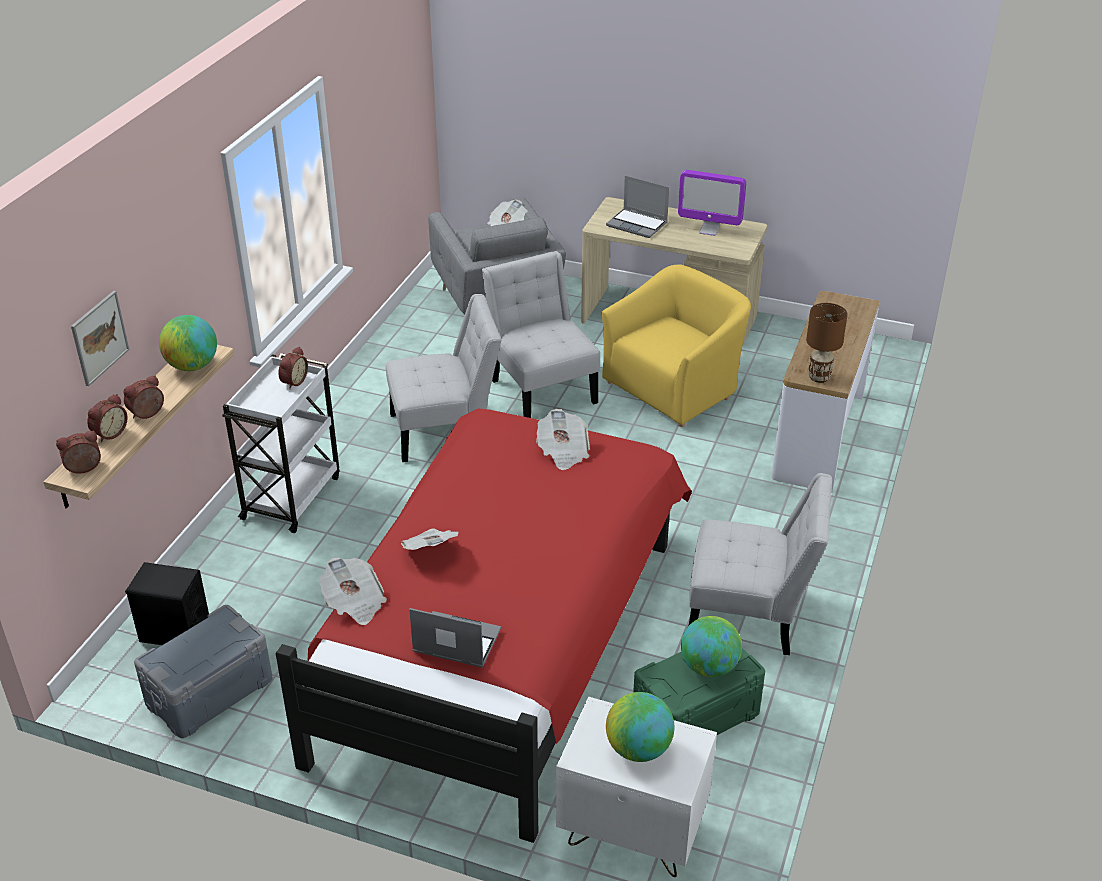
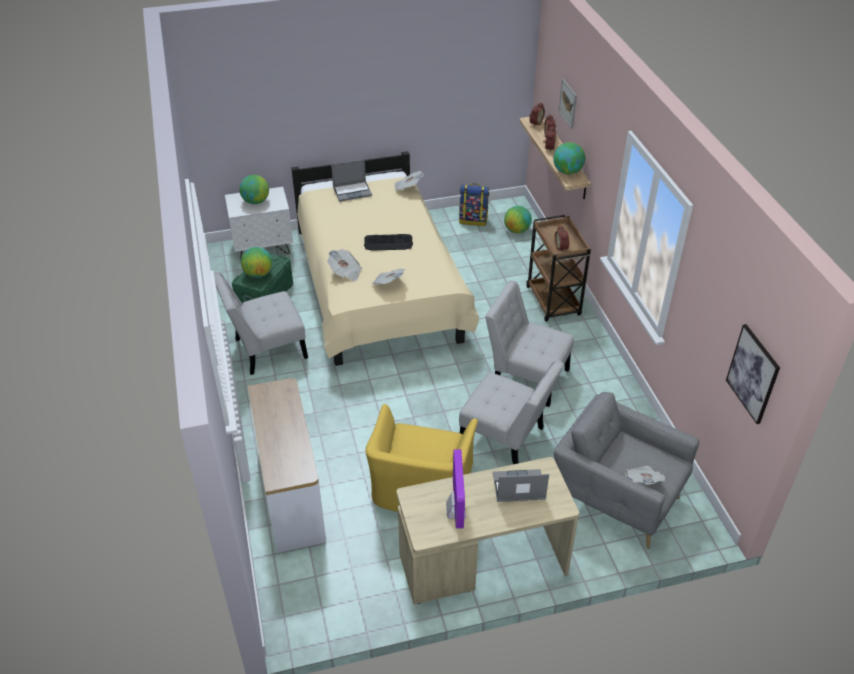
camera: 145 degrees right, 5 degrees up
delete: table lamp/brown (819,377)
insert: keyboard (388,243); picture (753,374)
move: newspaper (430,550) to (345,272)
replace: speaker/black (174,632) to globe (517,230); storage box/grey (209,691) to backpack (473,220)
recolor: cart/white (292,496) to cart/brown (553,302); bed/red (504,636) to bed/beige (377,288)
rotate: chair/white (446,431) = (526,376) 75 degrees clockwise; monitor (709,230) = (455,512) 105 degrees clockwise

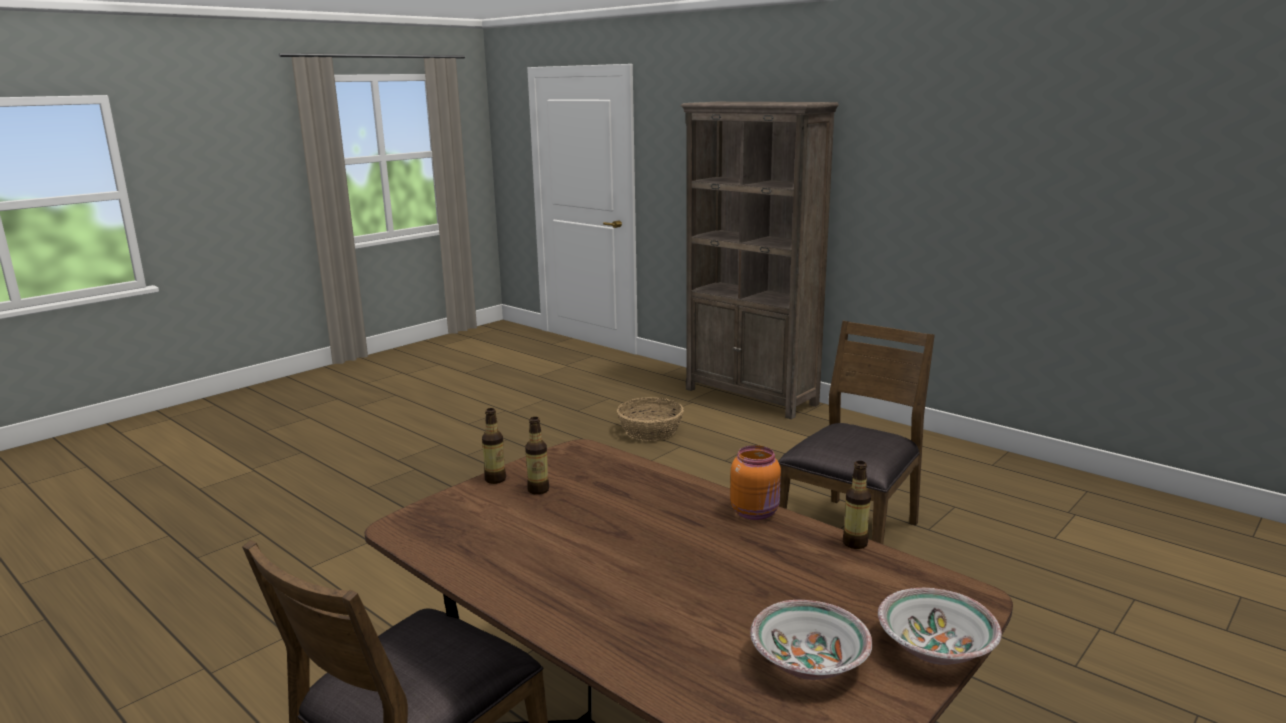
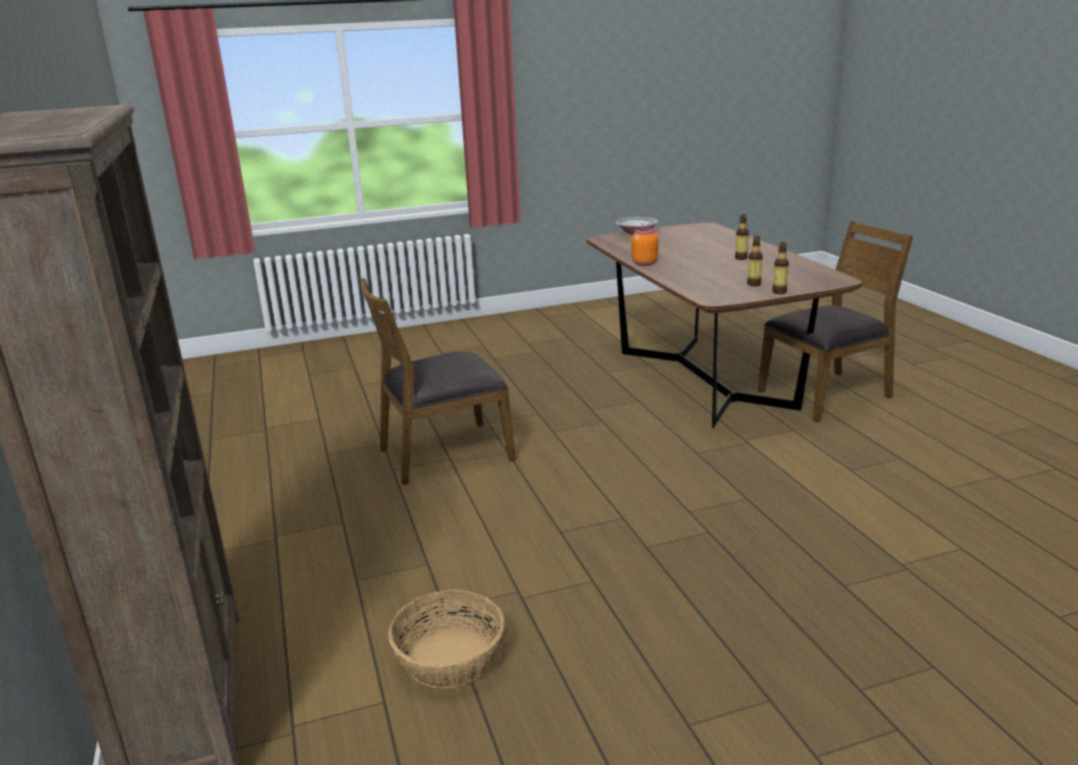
camera: 150 degrees left, 5 degrees up
delete: bowl (808,662)
move: bottle (855,543) to (741,258)

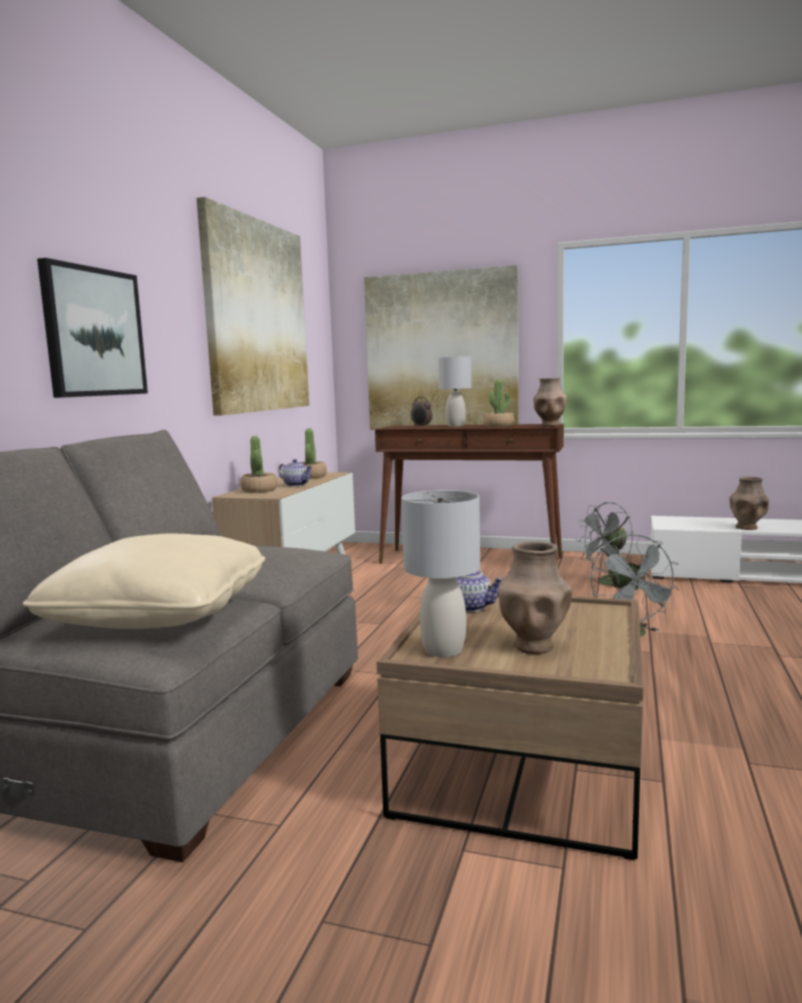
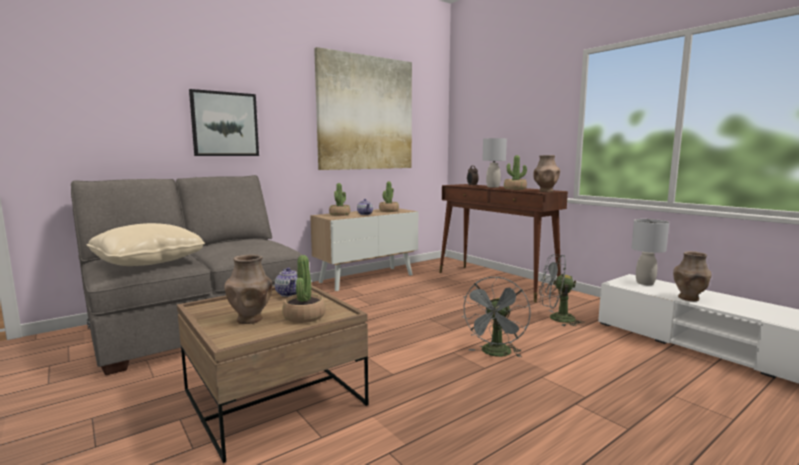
camera: 35 degrees right, 0 degrees up
delete: picture (441,352)
insert: potted plant (304,316)
move: table lamp/grey (443,650) to (644,283)

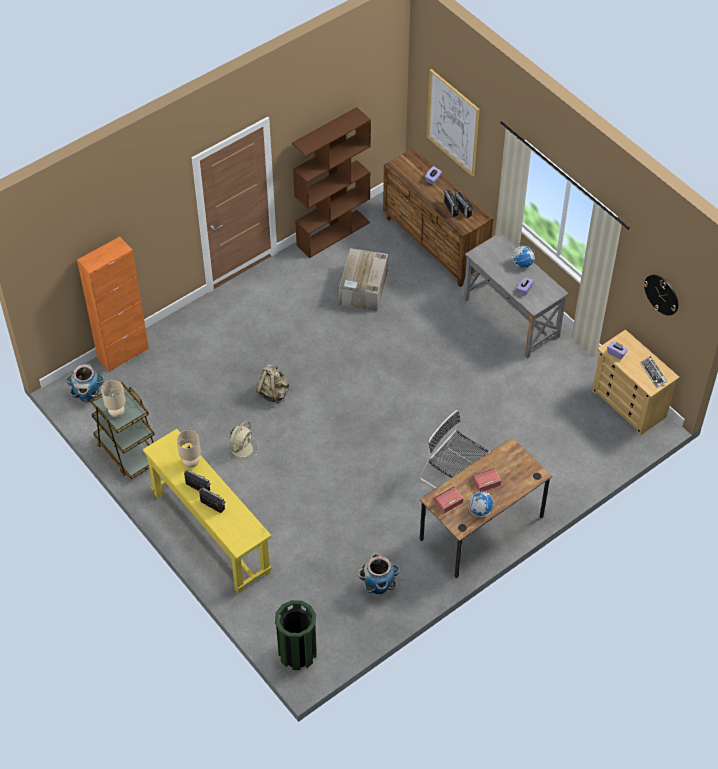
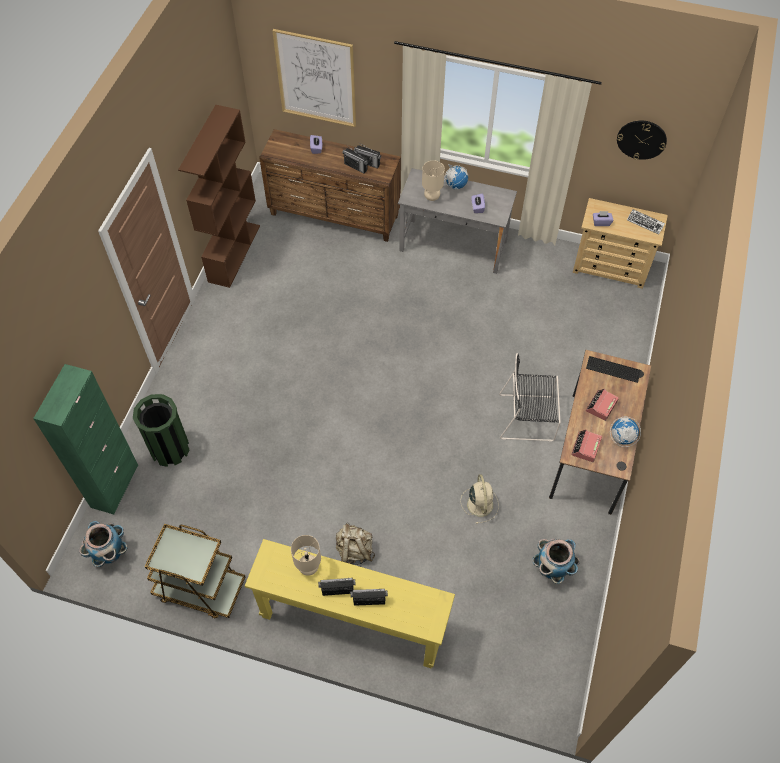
camera: 35 degrees left, 5 degrees up
delete: cardboard box (363,288)
insert: keyboard (613,370)
move: table lamp/beige (116,412) to (431,197); fan/beige (242,448) to (479,503); backpack/beige (273,393) to (354,551); trash can/green (297,653) to (170,449)
recolor: cabinet/orange (123,353) to cabinet/green (115,486)

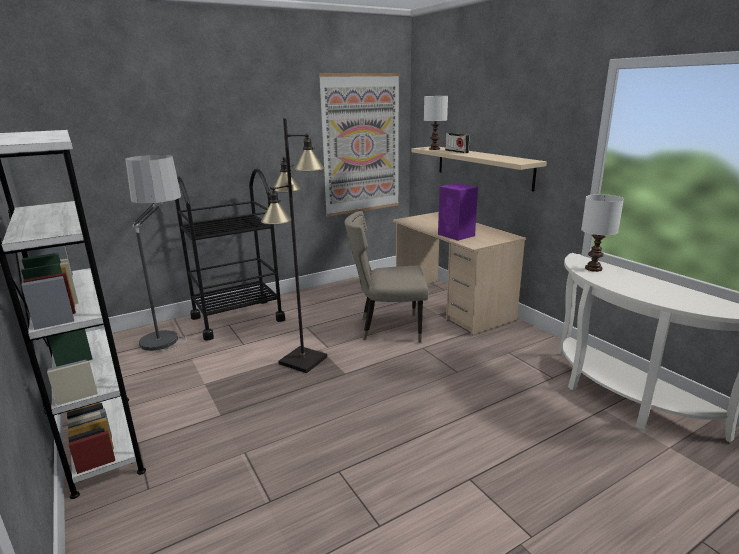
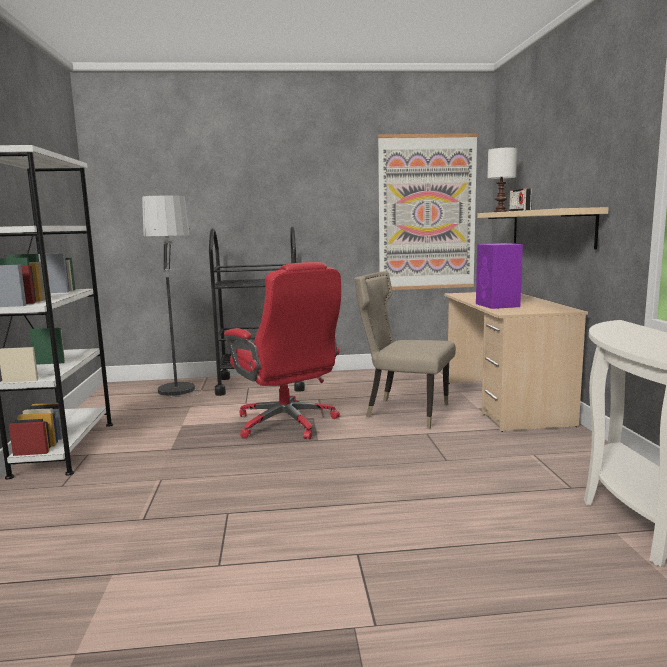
camera: 25 degrees right, 10 degrees down
delete: table lamp/white (592,268)
replace: floor lamp/black (303,361) to office chair/red (287,423)

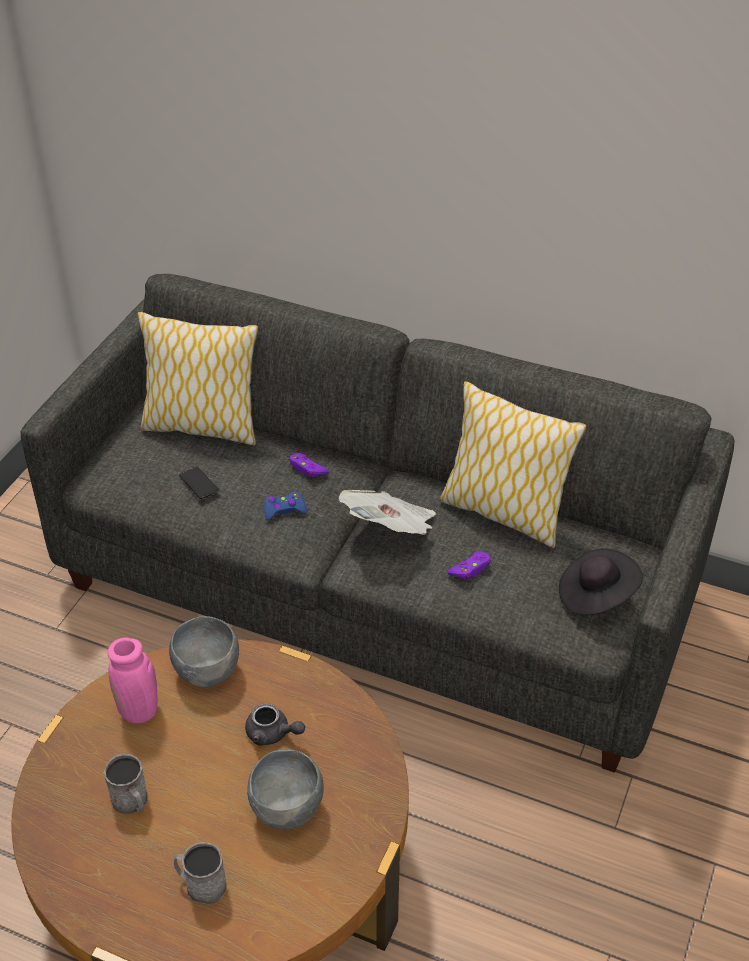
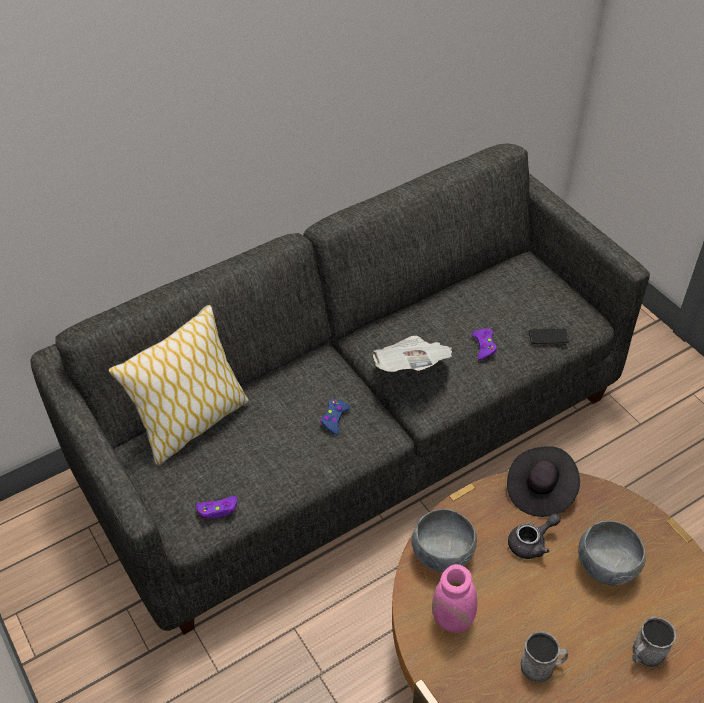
camera: 55 degrees left, 5 degrees up
delete: pillow (503,512)
move: phone (199,483) to (548,337); game controller/purple (307,469) to (218,510); hat/black (596,595) to (540,490)

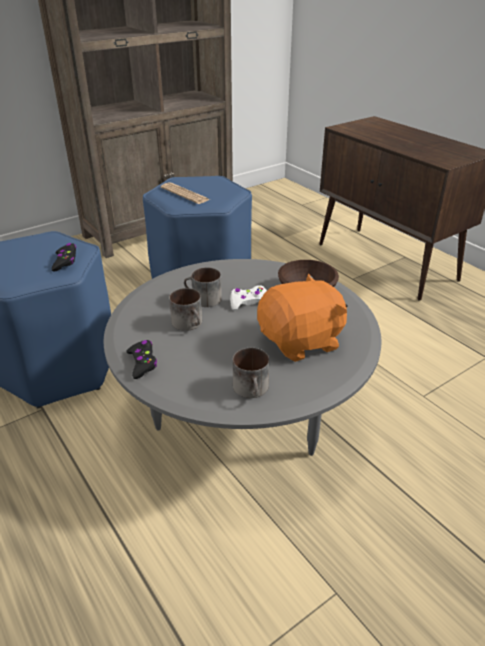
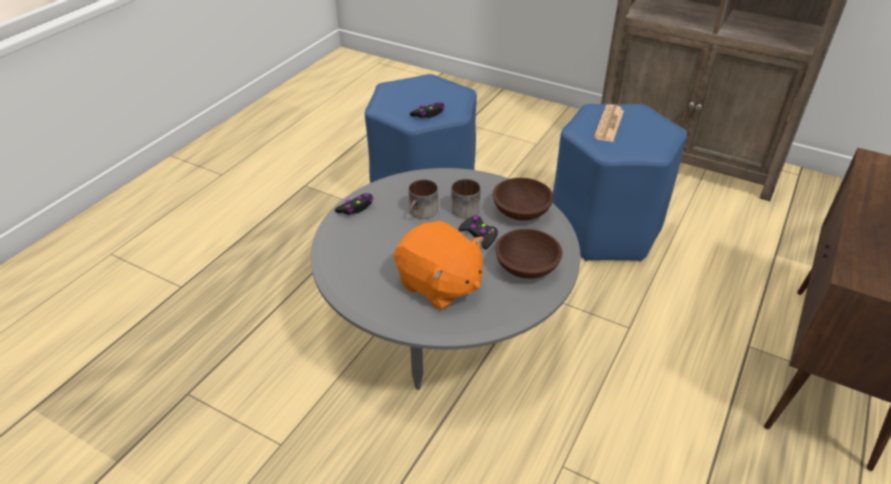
camera: 65 degrees right, 5 degrees up
delete: mug (253,389)
insert: bowl/brown (522,211)
recolor: game controller/white (249,302) to game controller/black (479,235)

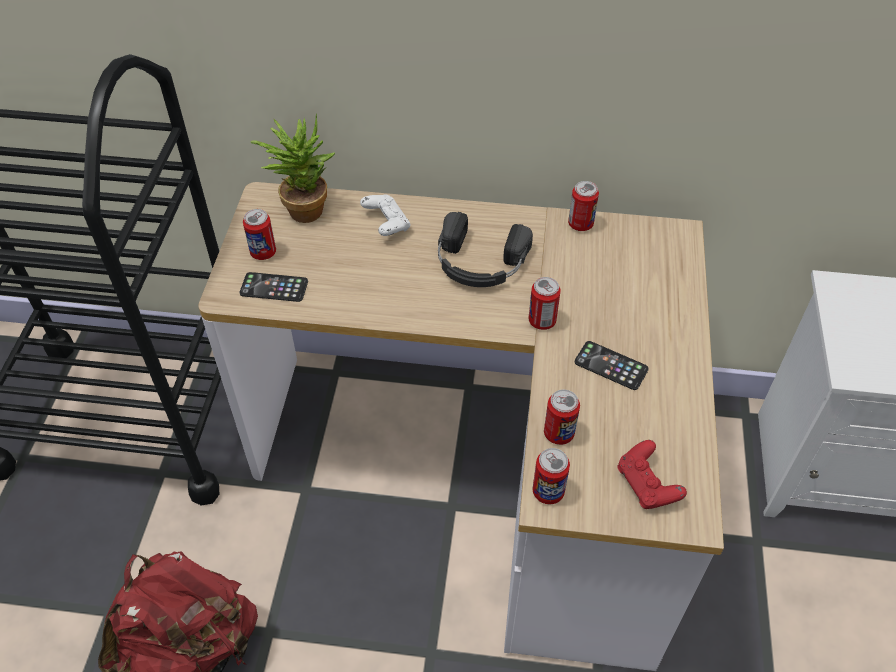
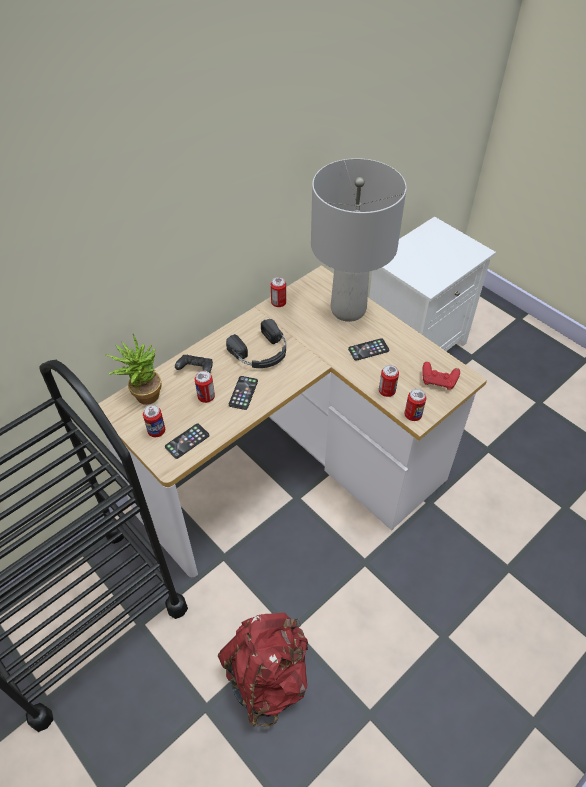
camera: 50 degrees left, 0 degrees up
insert: phone (243,393); table lamp/grey (348,310)
move: can (542,321) to (206,397)
recolor: game controller/white (386,224) to game controller/black (196,370)

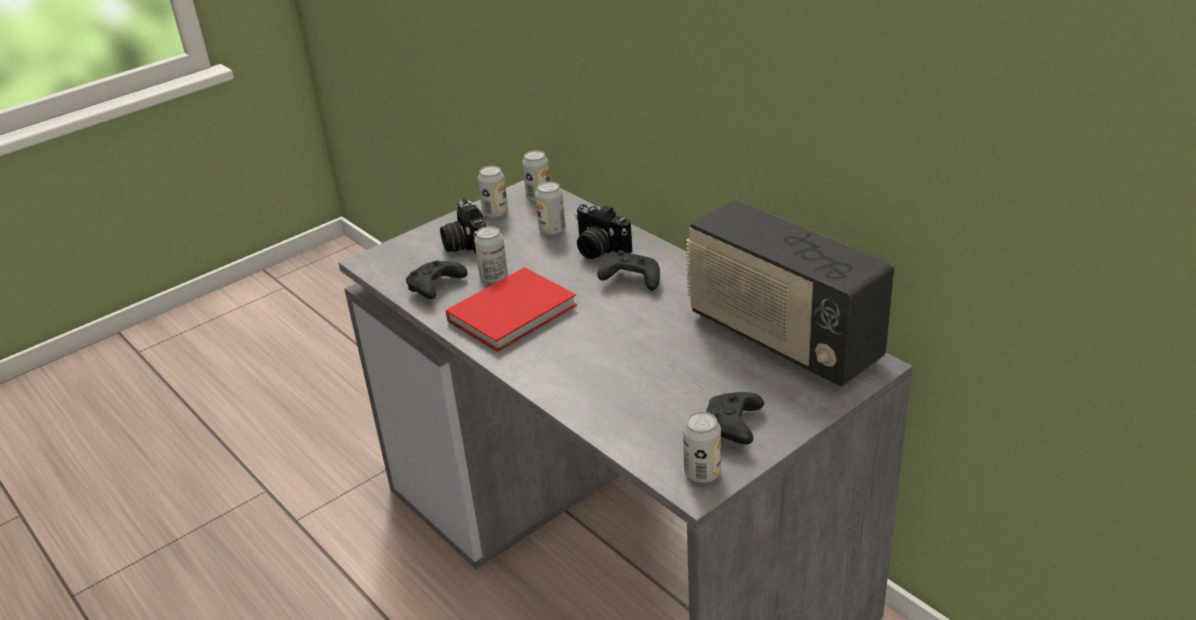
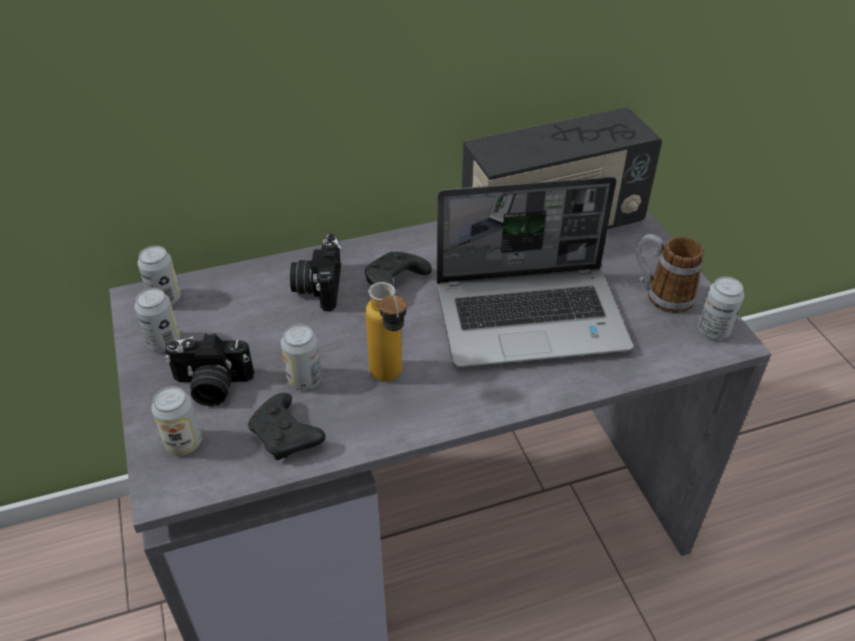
camera: 70 degrees left, 10 degrees up
insert: laptop (532,317)
move: can (552,230) to (183,443)
replace: book/red (516,312) to bottle (390,380); game controller/black (733,428) to mug (660,294)
rotate: photo camera (598,249) = (318,286) 120 degrees clockwise

